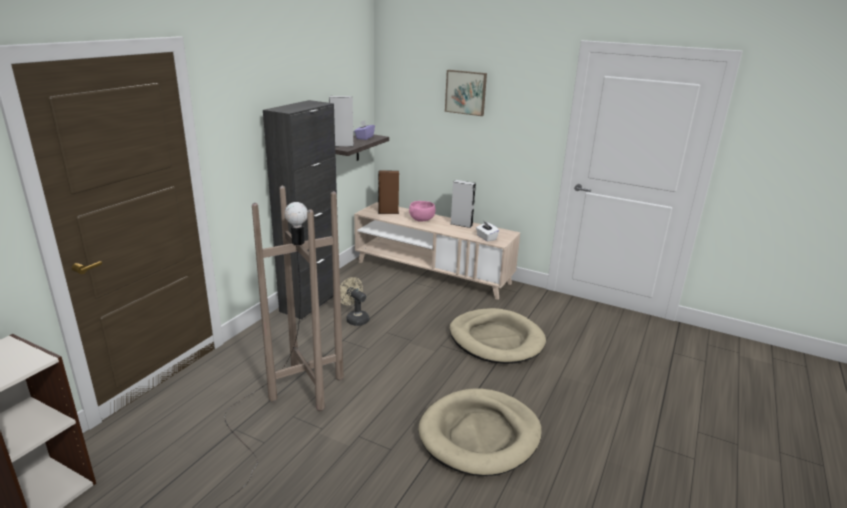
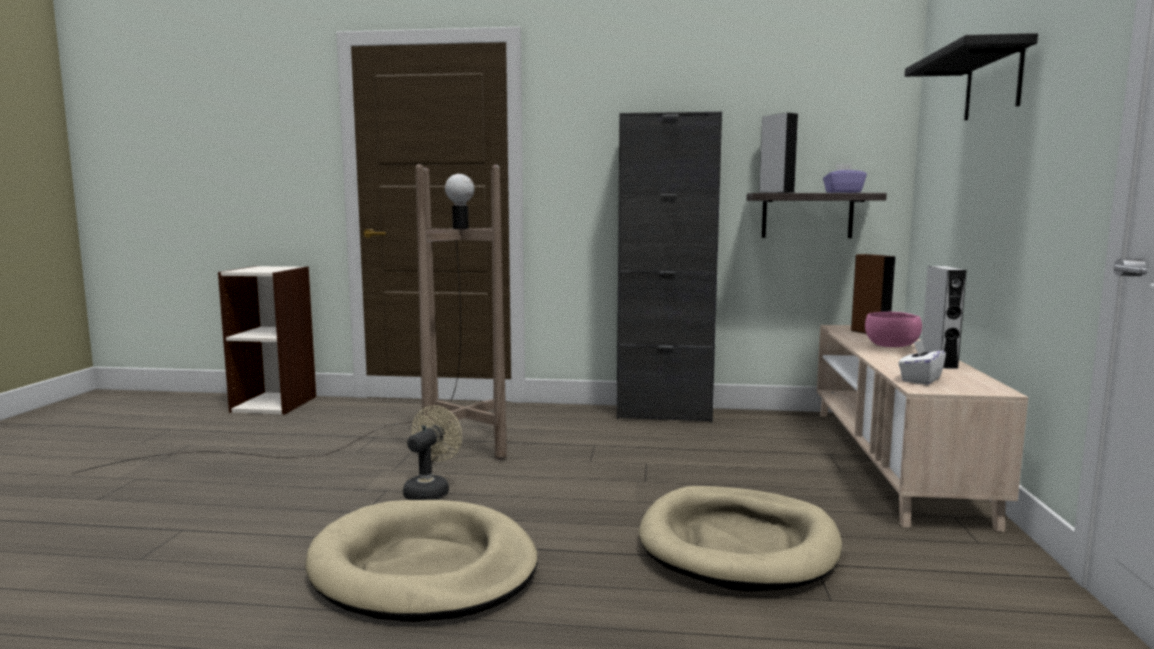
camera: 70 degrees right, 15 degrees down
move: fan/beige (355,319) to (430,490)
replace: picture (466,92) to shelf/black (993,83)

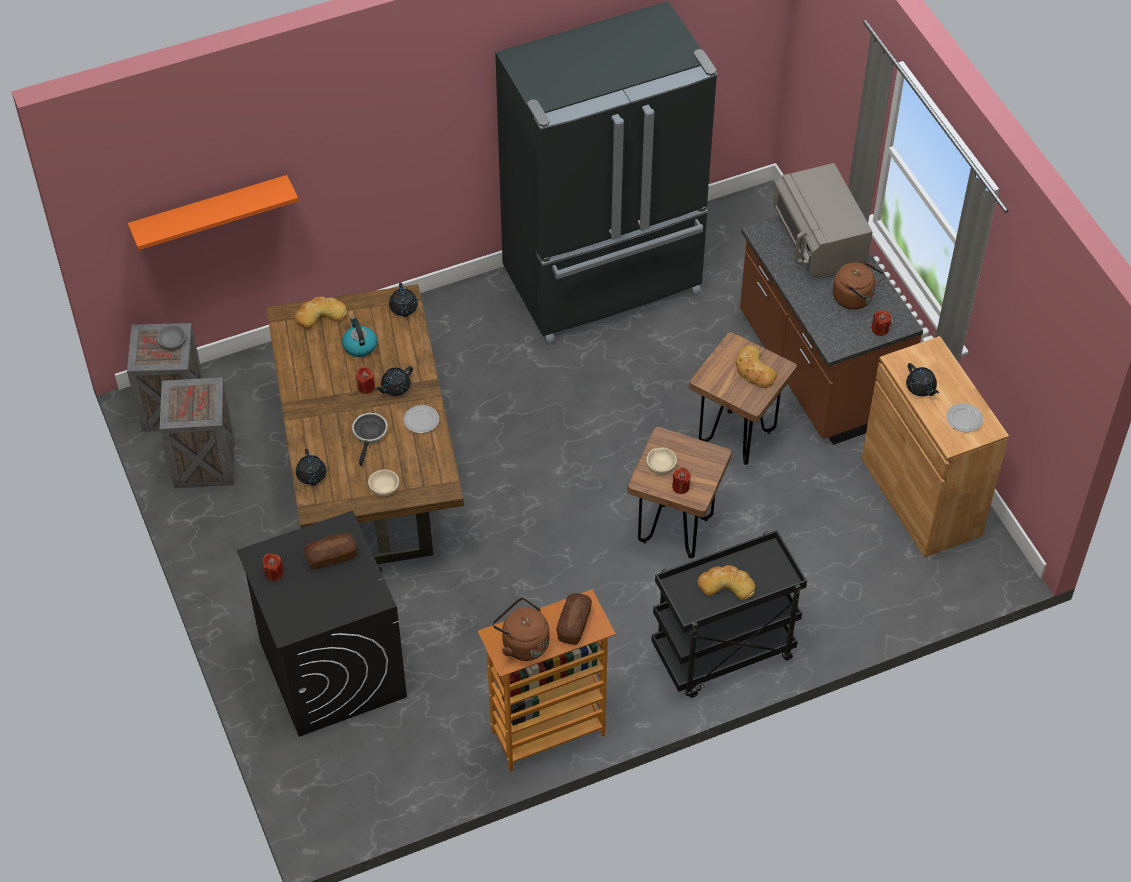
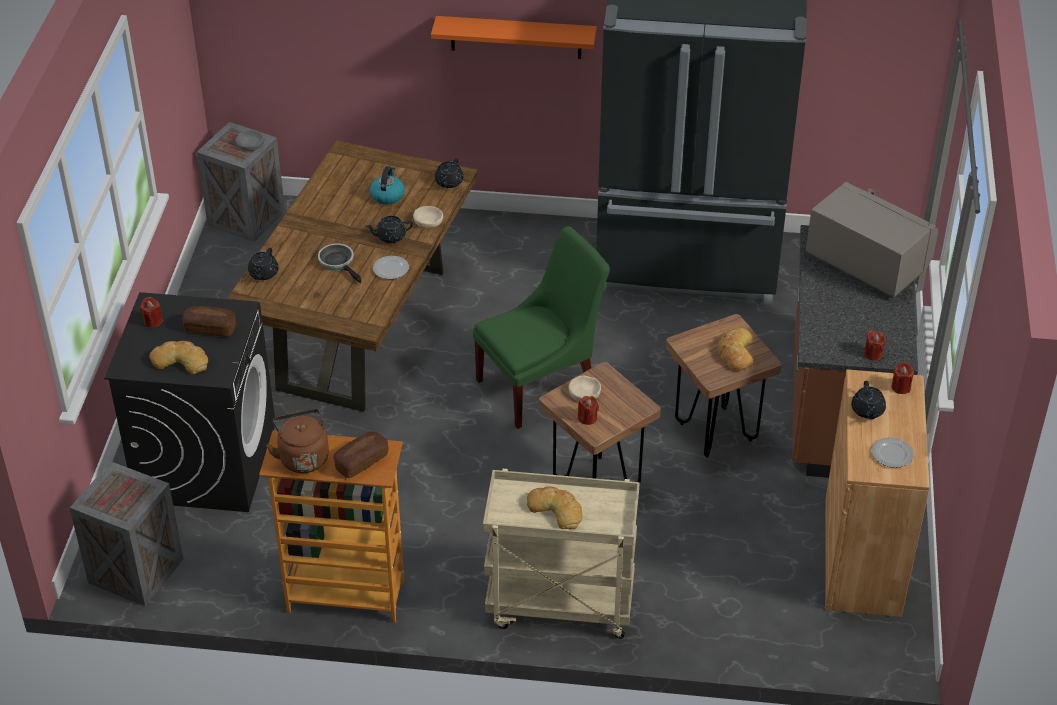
camera: 30 degrees right, 10 degrees down
delete: kettle/brown (855,298)
insert: chair/green (542,385)
move: shelf/orange (210,212) to (516,37); crate (203,463) to (134,571); bread (320,314) to (180,360); candle/red (366,387) to (901,387); bowl/beige (384,486) to (428,220)
recolor: cart/black (722,655) to cart/beige (559,606)
rotate: frying pan (370,434) = (338,262) 75 degrees counterclockwise; microwave/grey (818,242) = (867,262) 120 degrees clockwise

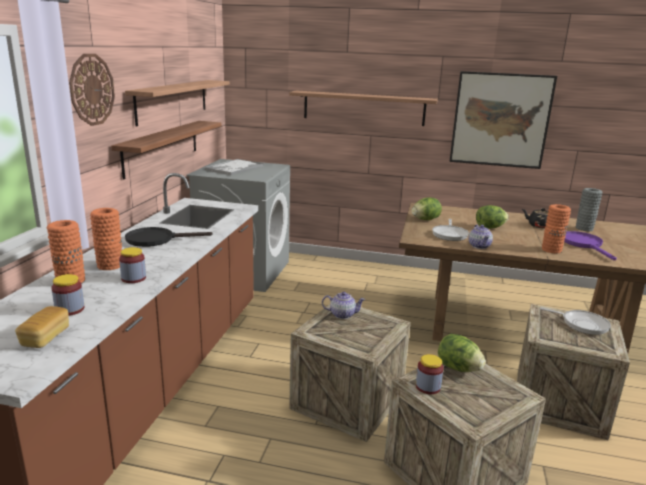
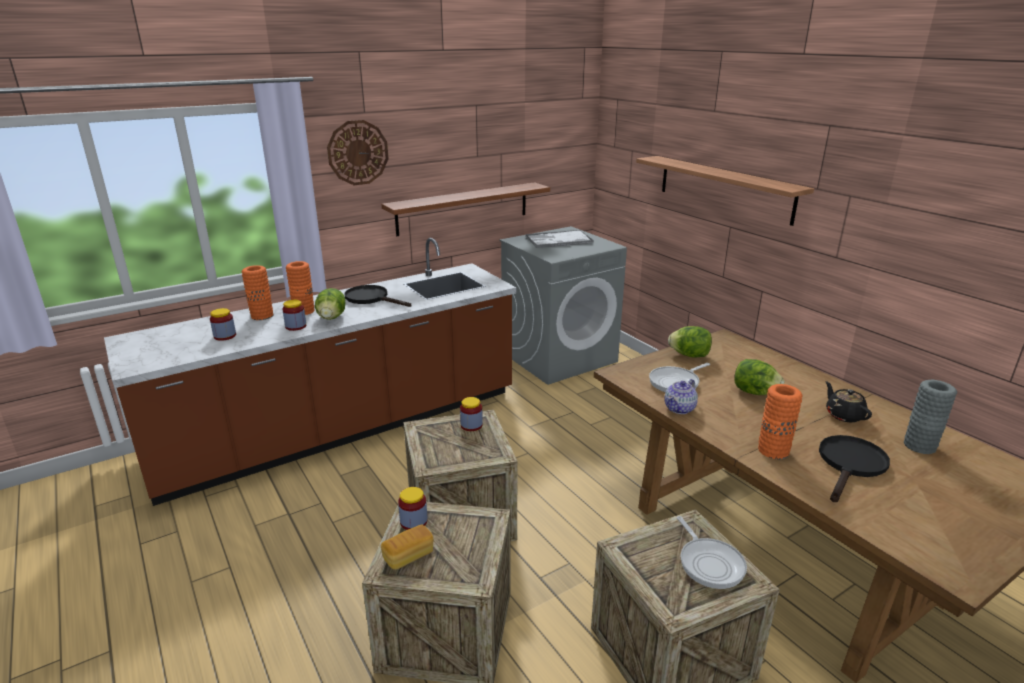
camera: 45 degrees right, 5 degrees up
delete: shelf (173,100); picture (500,120)
move: bread (45,337) to (408,556); lettuce (458,368) to (331,318)
replace: teapot (342,314) to jar (471,425)
recolor: frying pan/purple (584,244) to frying pan/black (850,465)

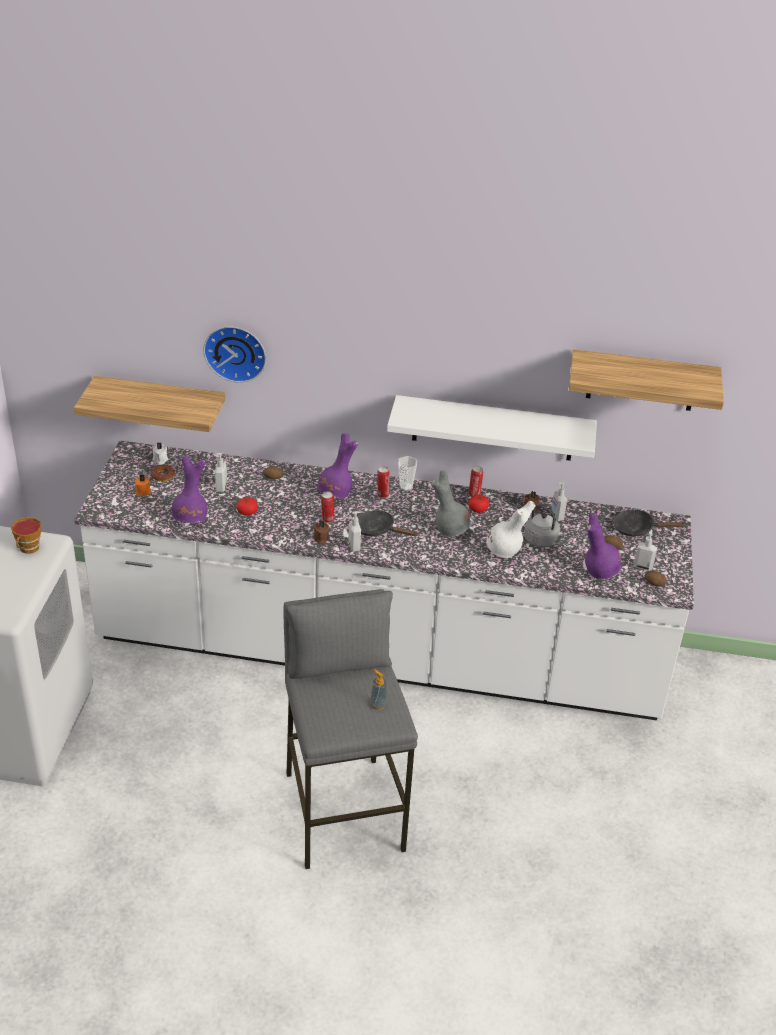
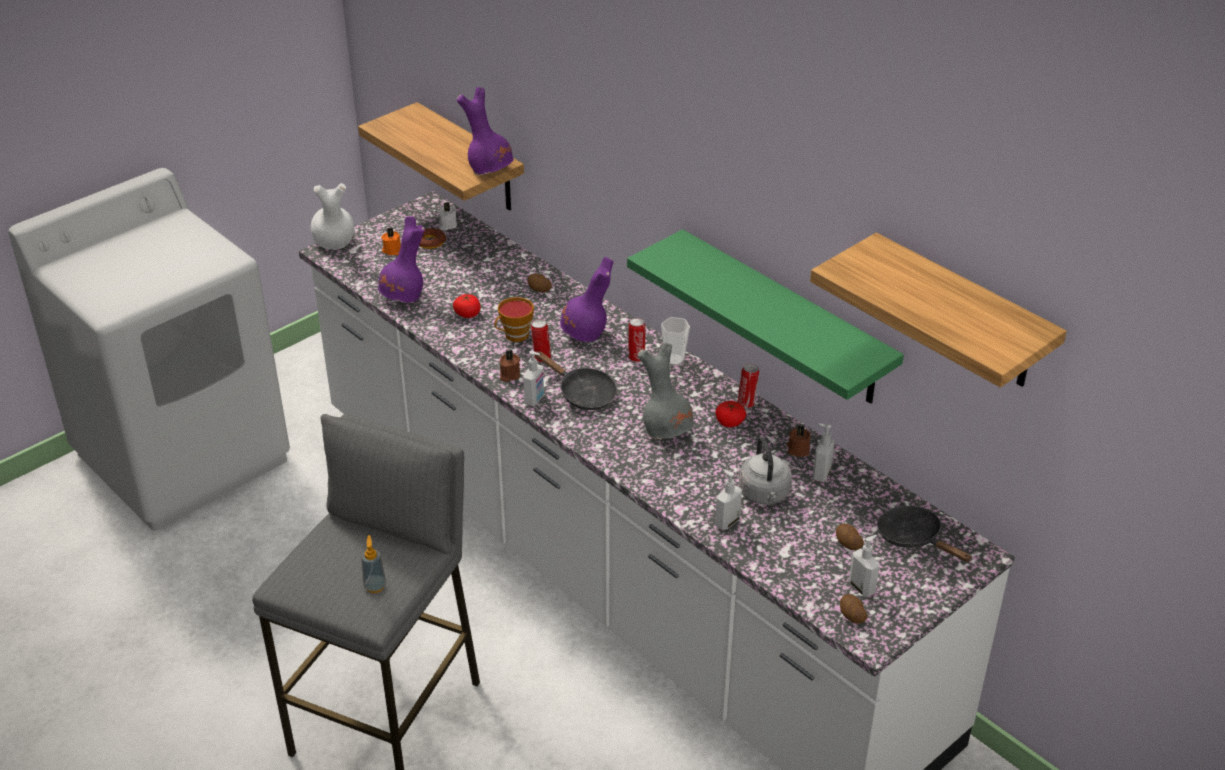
camera: 40 degrees right, 0 degrees up
delete: wall clock (236,351)
move: cup (28,549) to (514,336); soap dispenser (220,487) to (726,522); vase/white (504,551) to (333,243); vase/purple (599,571) to (490,170)
recolor: shelf/white (493,428) to shelf/green (784,318)
rotate: frying pan/black (378,530) = (582,393) 150 degrees clockwise

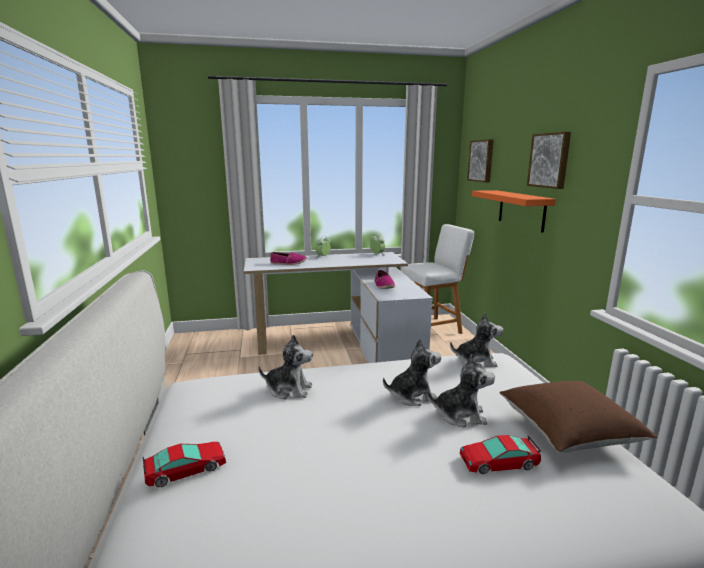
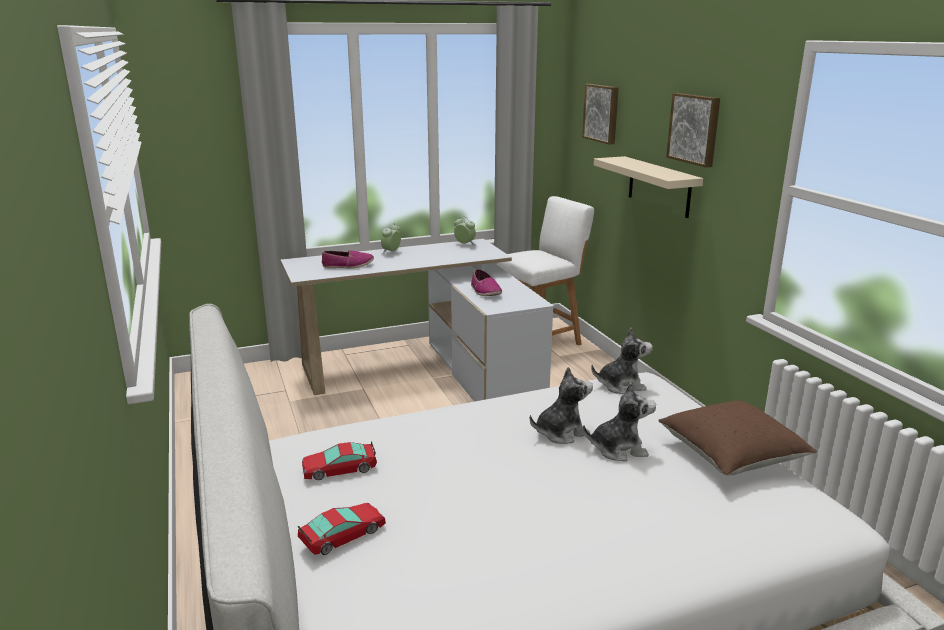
camera: 10 degrees left, 5 degrees up
delete: plush toy (289,390)
move: toy car (498,461) to (339,468)
recolor: shelf/orange (521,210) to shelf/beige (659,186)

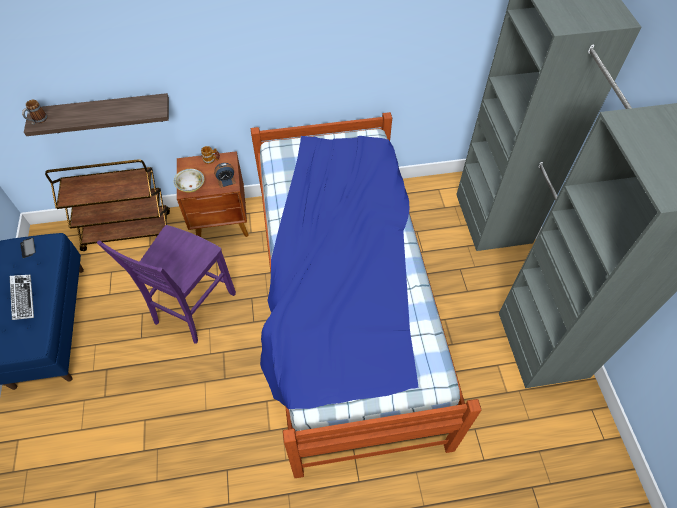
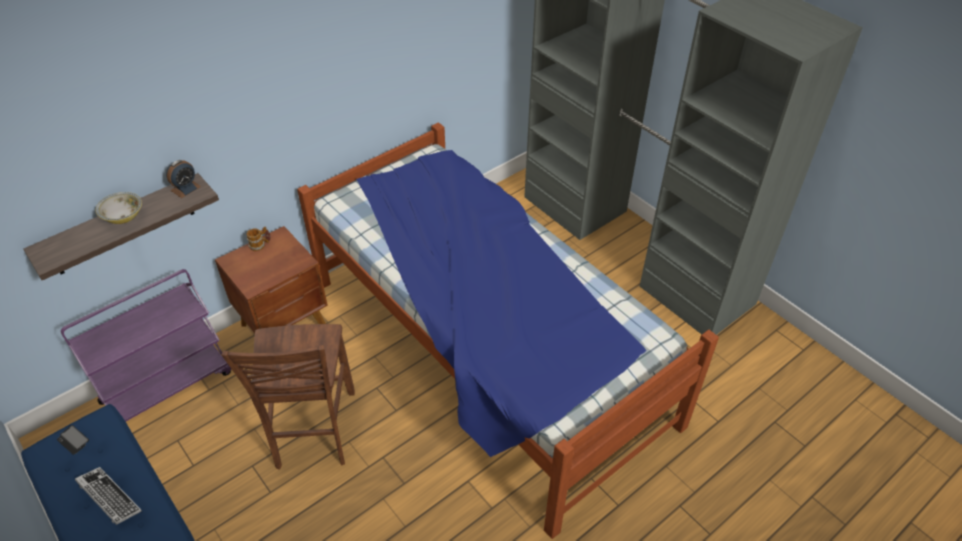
camera: 30 degrees left, 10 degrees down
delete: mug (38,121)
move: bowl (191,186) to (123,217); alarm clock (226,181) to (185,188)
recolor: cart/brown (128,230) to cart/purple (168,386); chair/purple (192,308) to chair/brown (313,431)

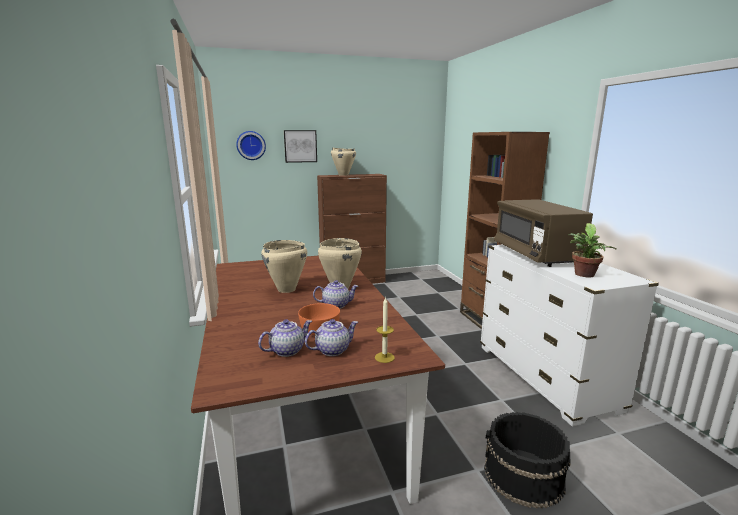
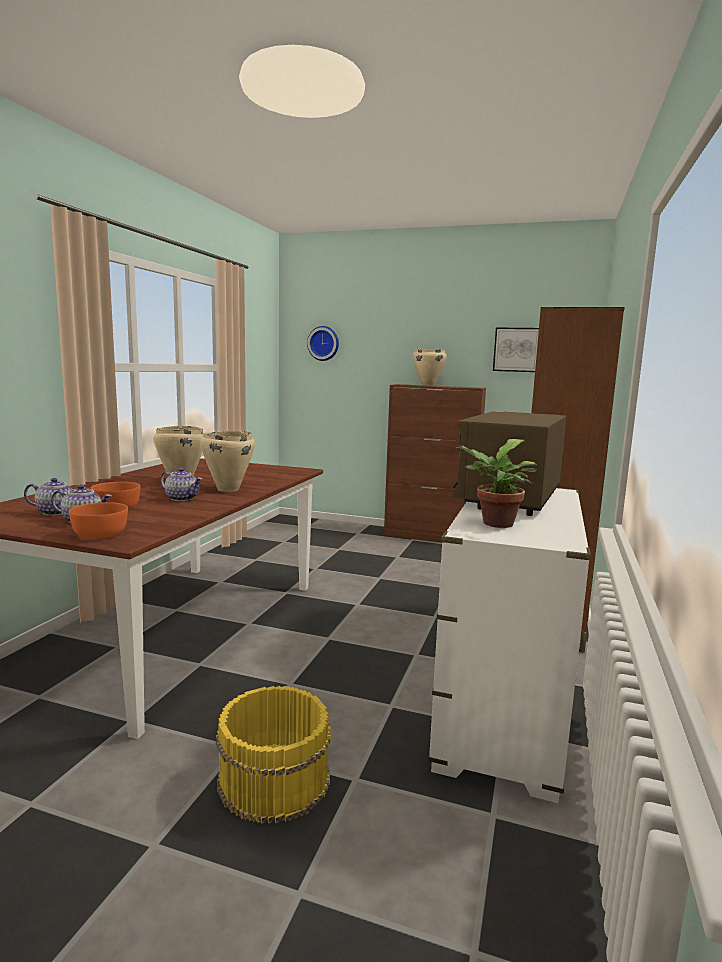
camera: 35 degrees right, 5 degrees down
move: picture (300,146) to (516,349)
replace: candle (384,357) to bowl/orange (100,534)
recolor: bucket/black (523,476) to bucket/yellow (272,780)

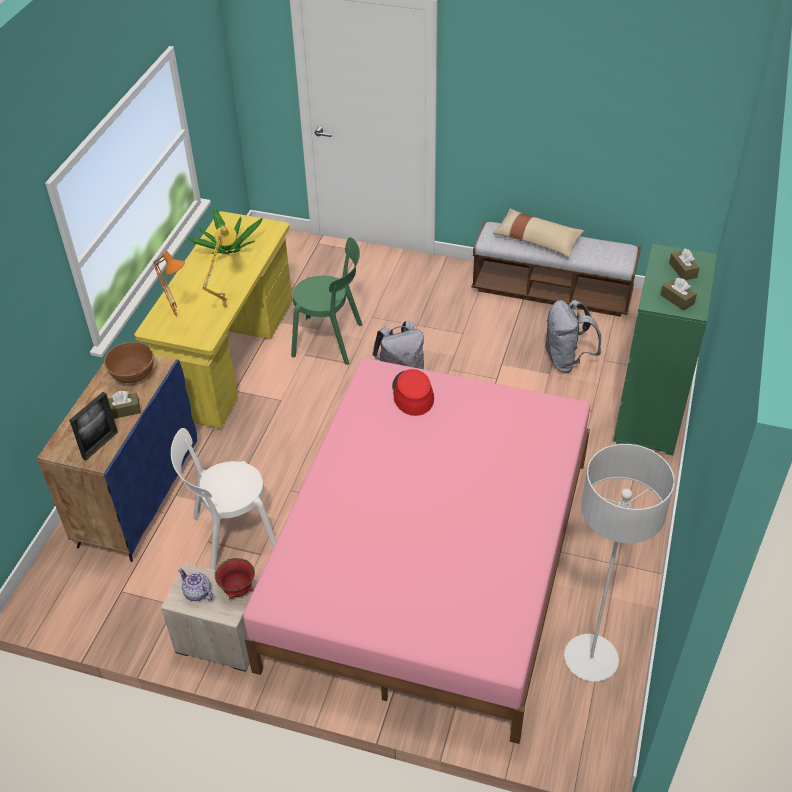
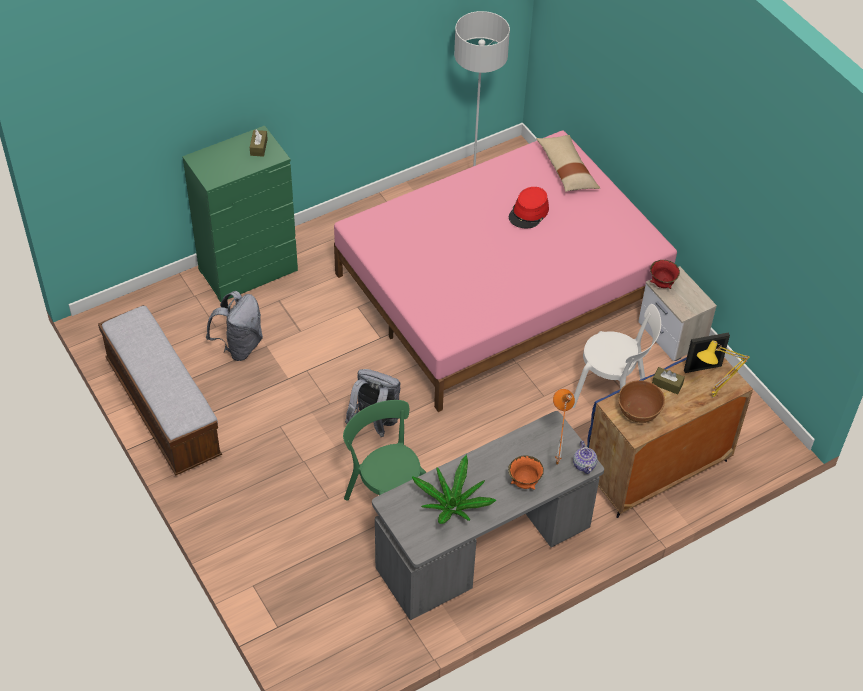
camera: 140 degrees left, 5 degrees up
delete: tissue box/brown (683,270)
insert: bowl/orange (524,482)
move: teapot (197,593) to (584,464); table lamp/yellow (224,307) to (714,398); hat/red (412,394) to (529,213); pillow/beige (537,240) to (566,170)
recolor: desk/yellow (229,357) to desk/grey (483,549)

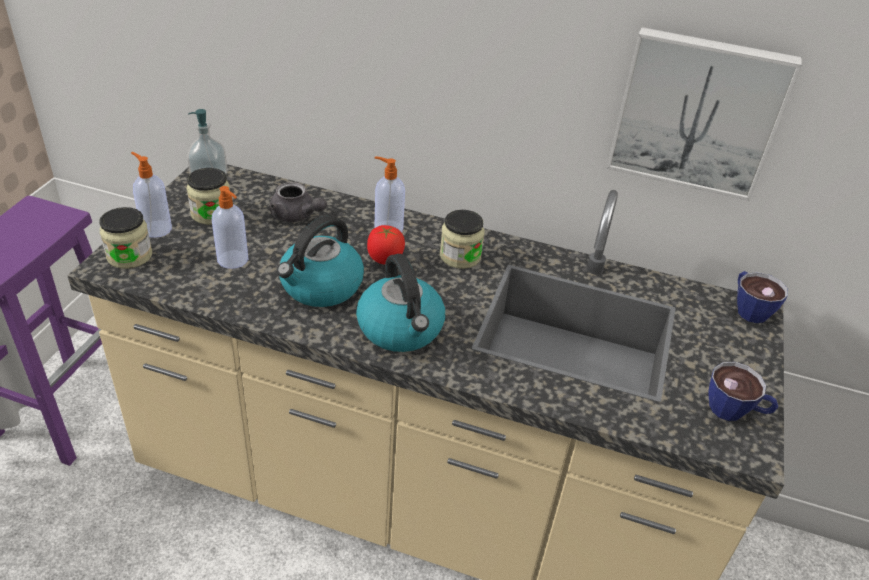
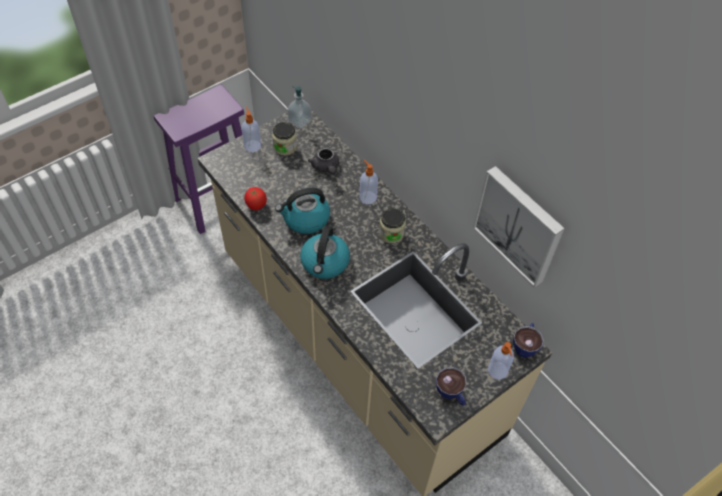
camera: 35 degrees right, 15 degrees up
delete: jar (129,256)
move: soap dispenser (233,260) to (498,371); tomato (385,259) to (256,205)

